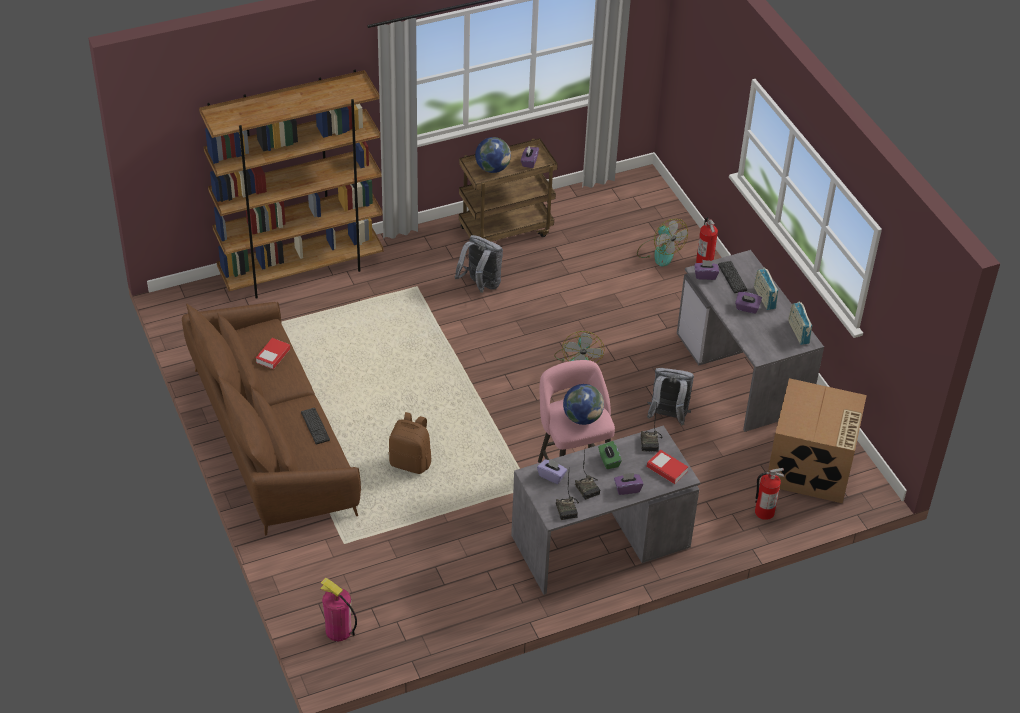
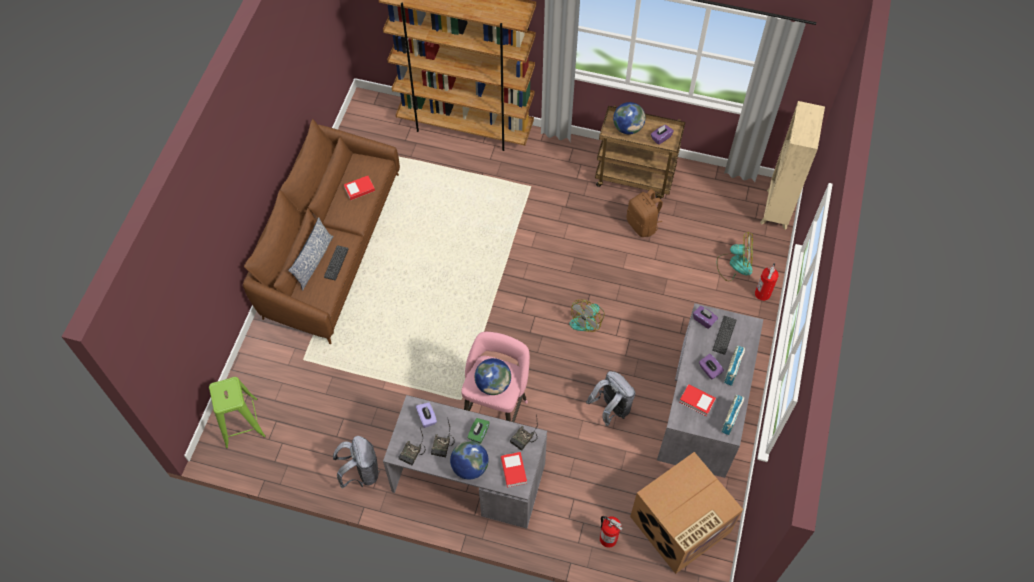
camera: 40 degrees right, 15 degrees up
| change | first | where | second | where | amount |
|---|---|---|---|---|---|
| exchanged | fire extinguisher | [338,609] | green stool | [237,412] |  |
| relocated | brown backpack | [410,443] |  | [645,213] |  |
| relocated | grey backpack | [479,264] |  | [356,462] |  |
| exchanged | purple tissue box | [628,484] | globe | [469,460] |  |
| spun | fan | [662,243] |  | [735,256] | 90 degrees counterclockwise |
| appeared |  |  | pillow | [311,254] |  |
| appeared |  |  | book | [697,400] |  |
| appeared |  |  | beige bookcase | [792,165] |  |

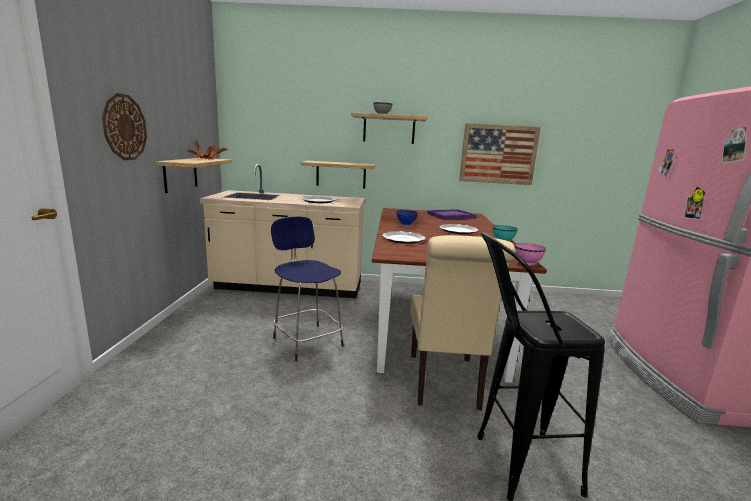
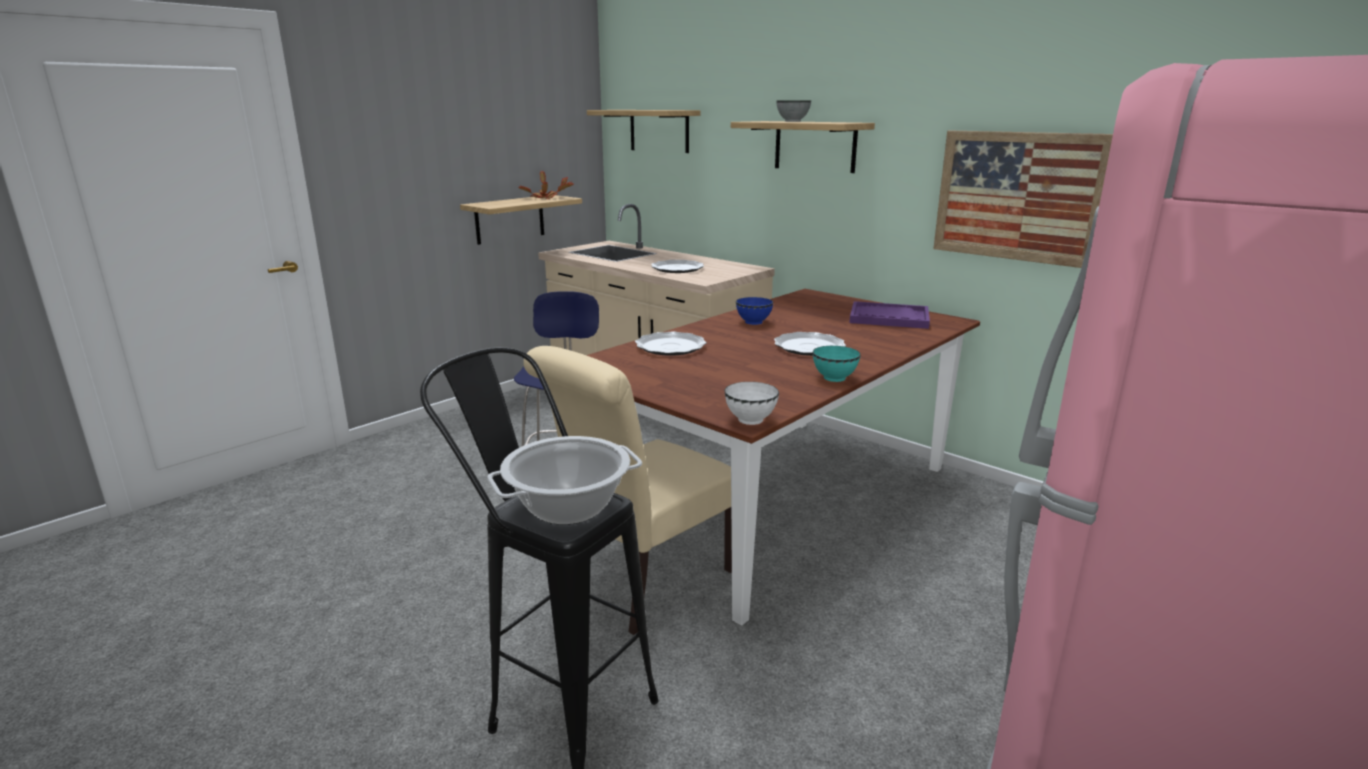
camera: 40 degrees right, 5 degrees up
| change | first | where | second | where | amount |
|---|---|---|---|---|---|
| missing | wall clock | [124,126] |  |  |  |
| relocated | shelf | [338,174] |  | [643,131] |  |
| colour | pink bowl | [530,254] | white bowl | [752,403] |  |
| appeared |  |  | cooking pot | [564,480] |  |

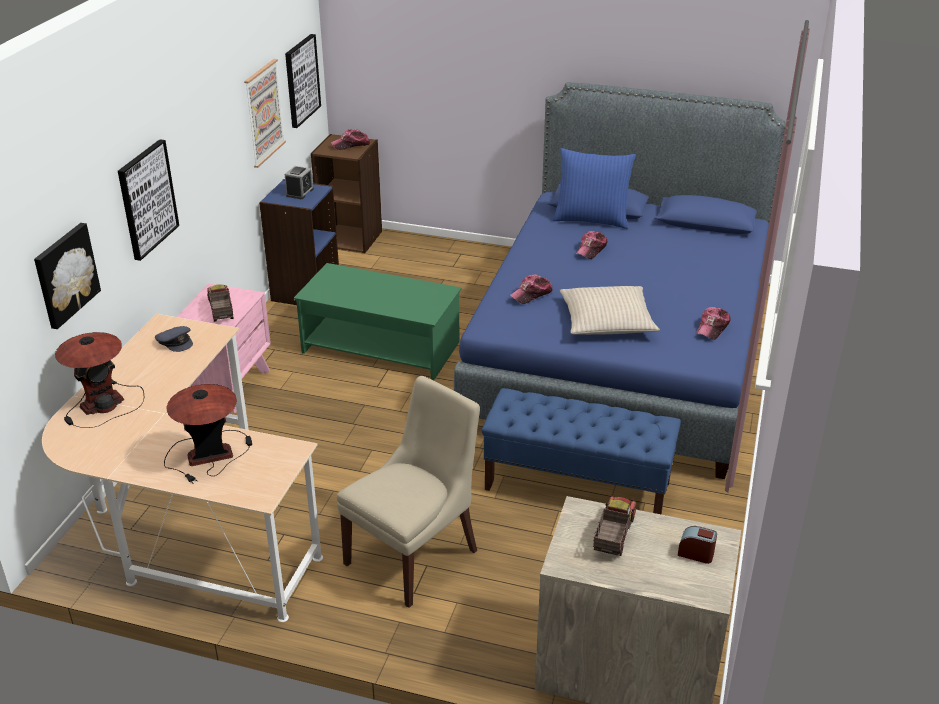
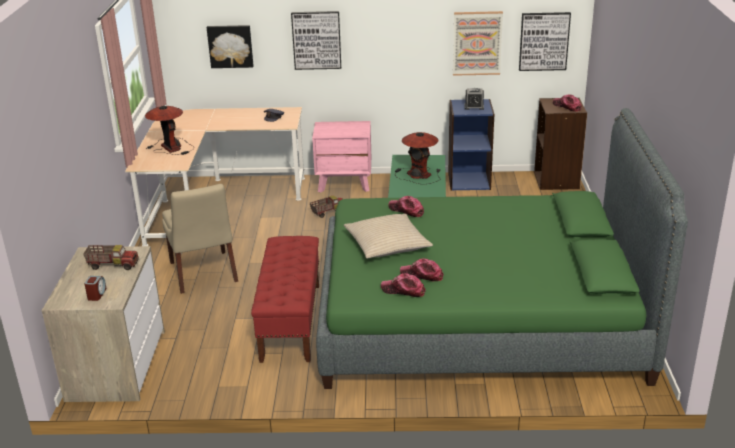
camera: 75 degrees right, 5 degrees down
| change | first | where | second | where | amount |
|---|---|---|---|---|---|
| relocated | table lamp | [99,380] |  | [418,158] |  |
| relocated | toy truck | [220,303] |  | [326,206] |  |
| spun | beige chair | [408,492] |  | [200,239] | 45 degrees clockwise |
| colour | blue bed | [620,280] | green bed | [502,248] |  |
| colour | blue bench | [581,451] | red bench | [285,299] |  |
| missing | blue pillow | [594,188] |  |  |  |
| relocated | cap | [591,245] |  | [422,270] |  |

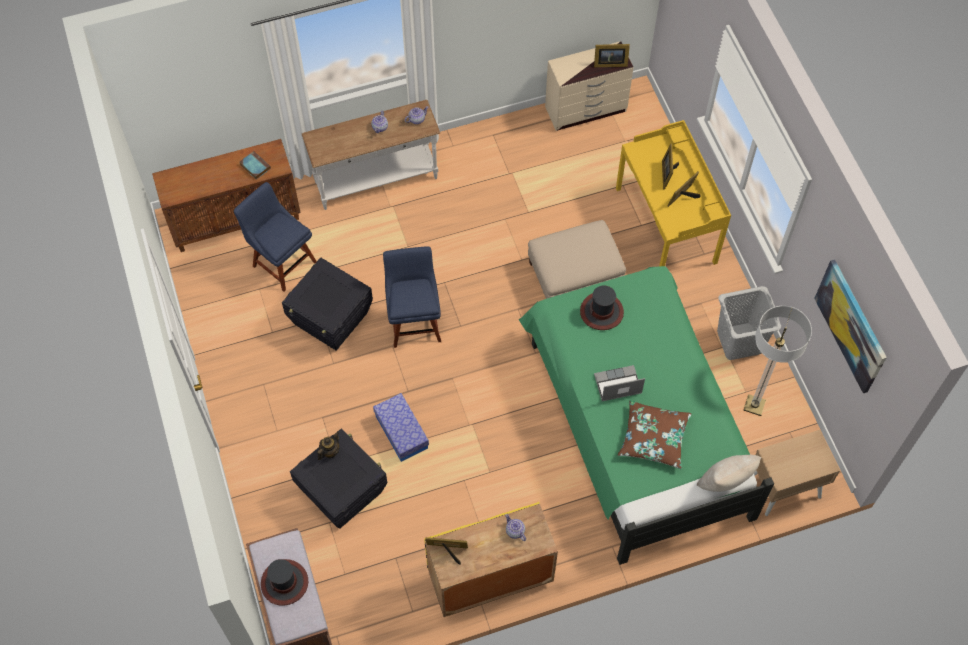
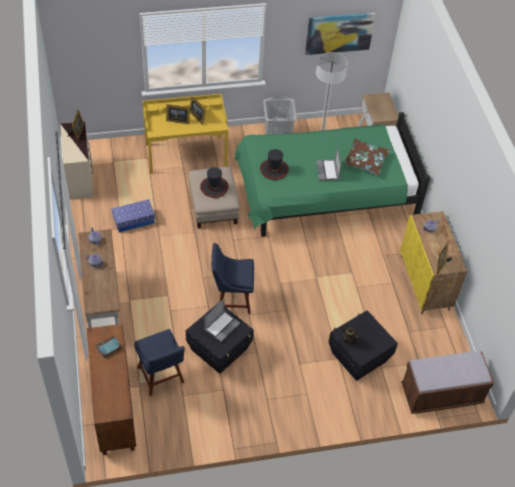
camera: 85 degrees left, 10 degrees down
| change | first | where | second | where | amount |
|---|---|---|---|---|---|
| spun | blue chair | [275,237] |  | [159,362] | 75 degrees counterclockwise |
| relocated | hat | [284,582] |  | [214,182] |  |
| relocated | storage box | [401,427] |  | [133,215] |  |
| missing | beige pillow | [729,473] |  |  |  |
| appeared |  |  | laptop | [222,320] |  |

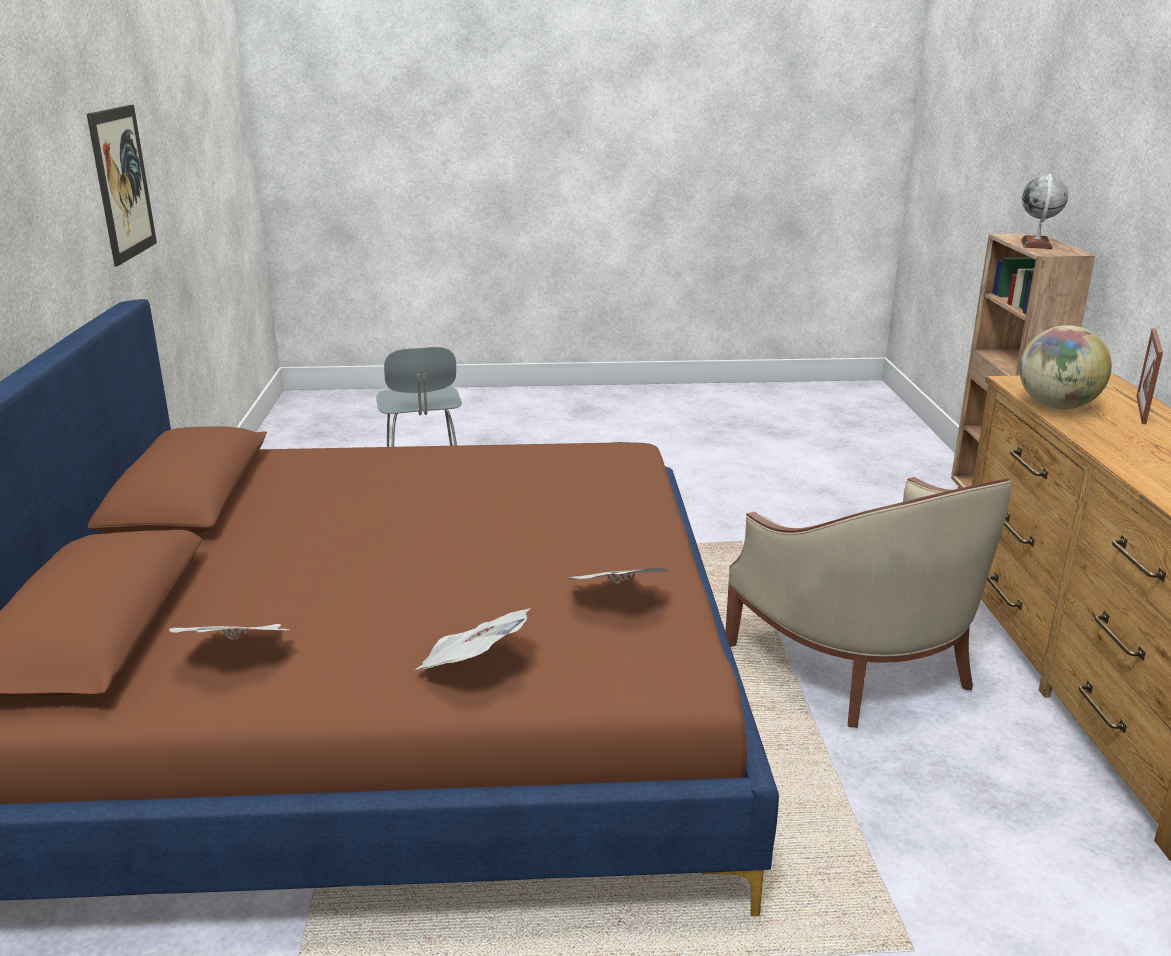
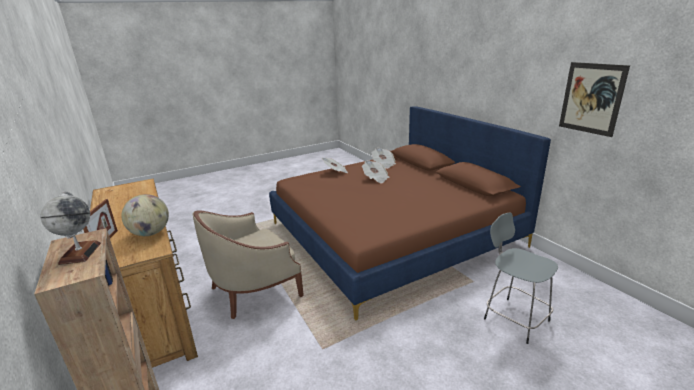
camera: 155 degrees right, 0 degrees up
| change | first | where | second | where | amount |
|---|---|---|---|---|---|
| relocated | newspaper | [618,576] |  | [375,172] |  |
| spun | beige armchair | [868,602] |  | [248,264] | 75 degrees counterclockwise |

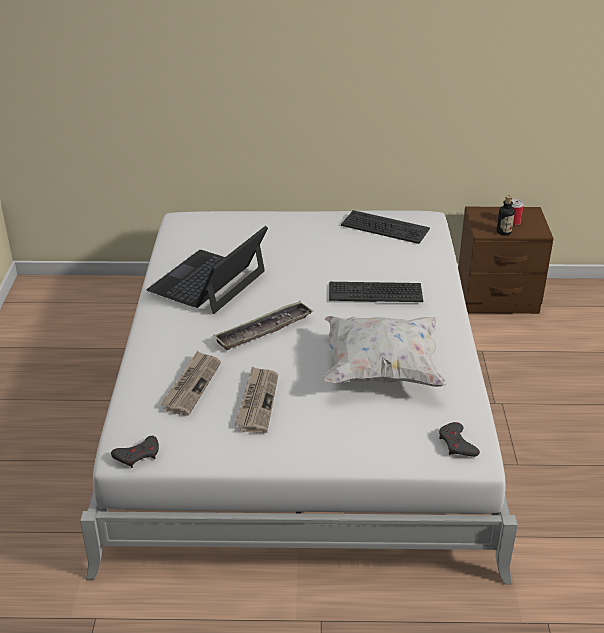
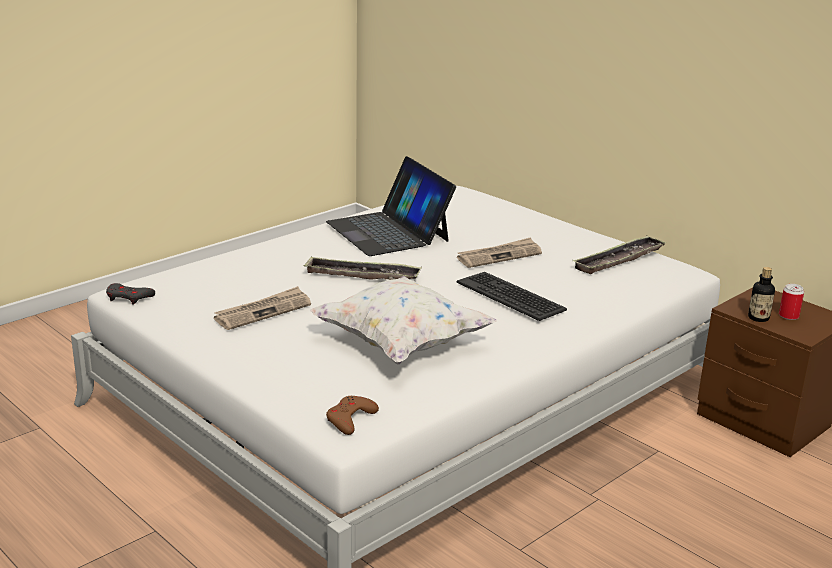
camera: 45 degrees right, 10 degrees down
| change | first | where | second | where | amount |
|---|---|---|---|---|---|
| spun | laptop | [207,270] |  | [391,206] | 105 degrees counterclockwise |
| relocated | newspaper | [190,383] |  | [499,252] |  |
| exchanged | keyboard | [385,227] | tray | [619,254] |  |
| colour | grey game controller | [459,439] | brown game controller | [352,415] |  |

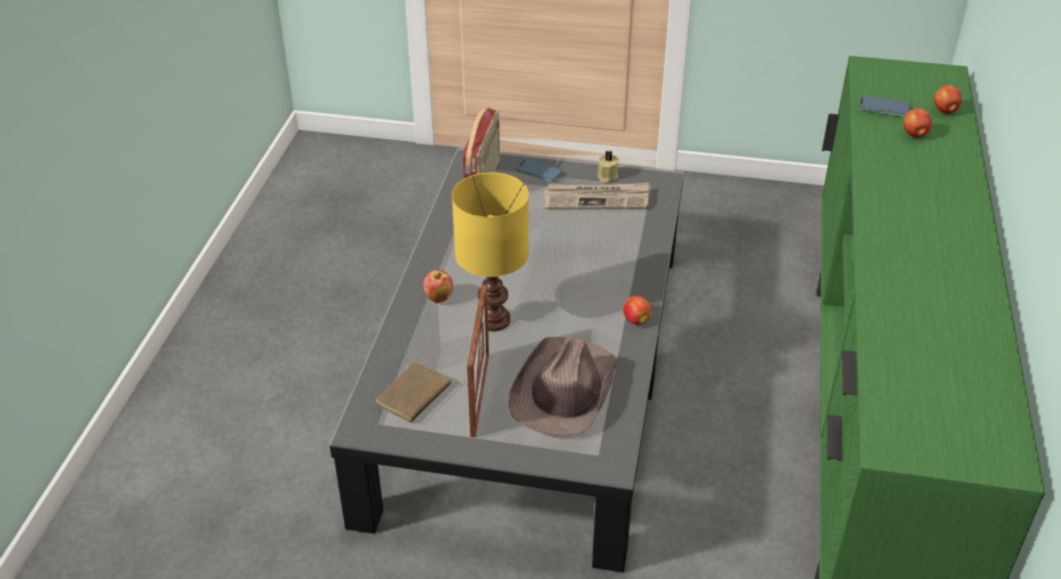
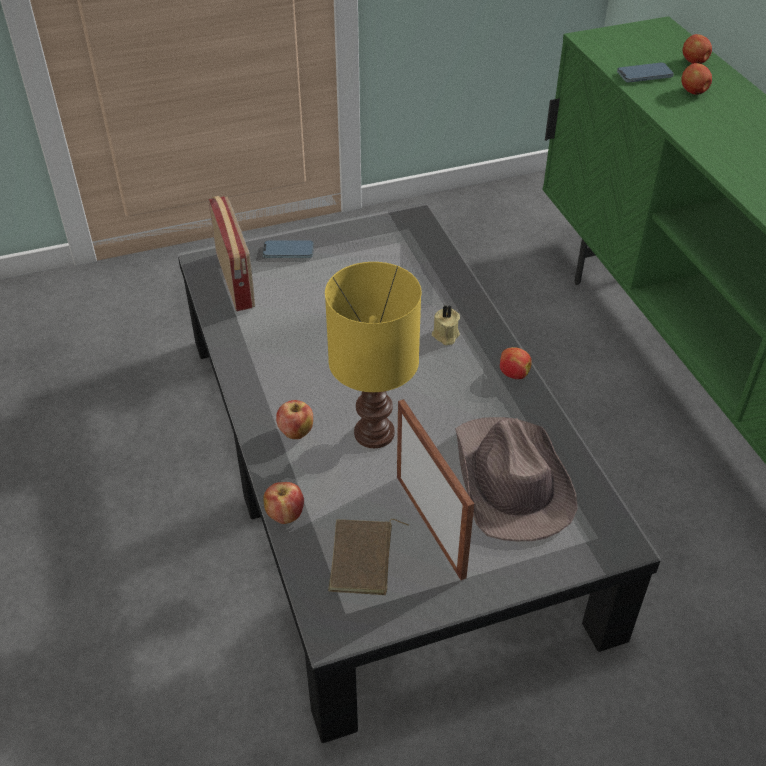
camera: 30 degrees left, 5 degrees up
| change | first | where | second | where | amount |
|---|---|---|---|---|---|
| missing | newspaper | [596,196] |  |  |  |
| relocated | beige candle | [608,167] |  | [446,325] |  |
| appeared |  |  | apple | [283,503] |  |

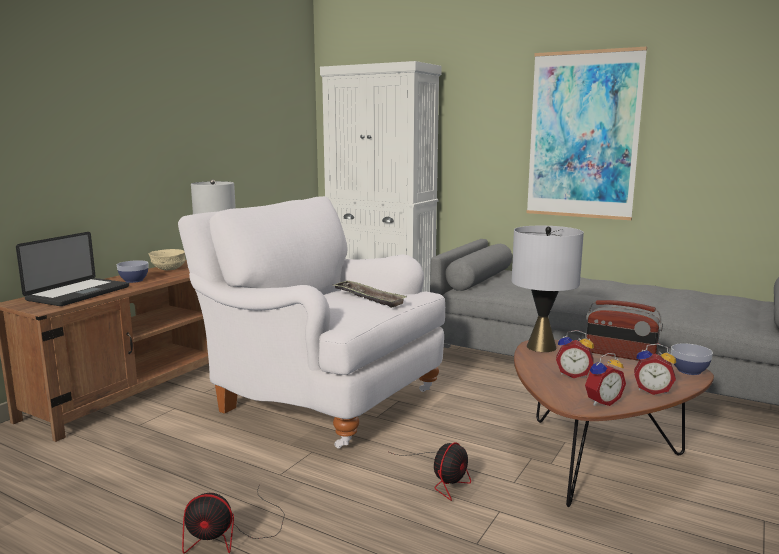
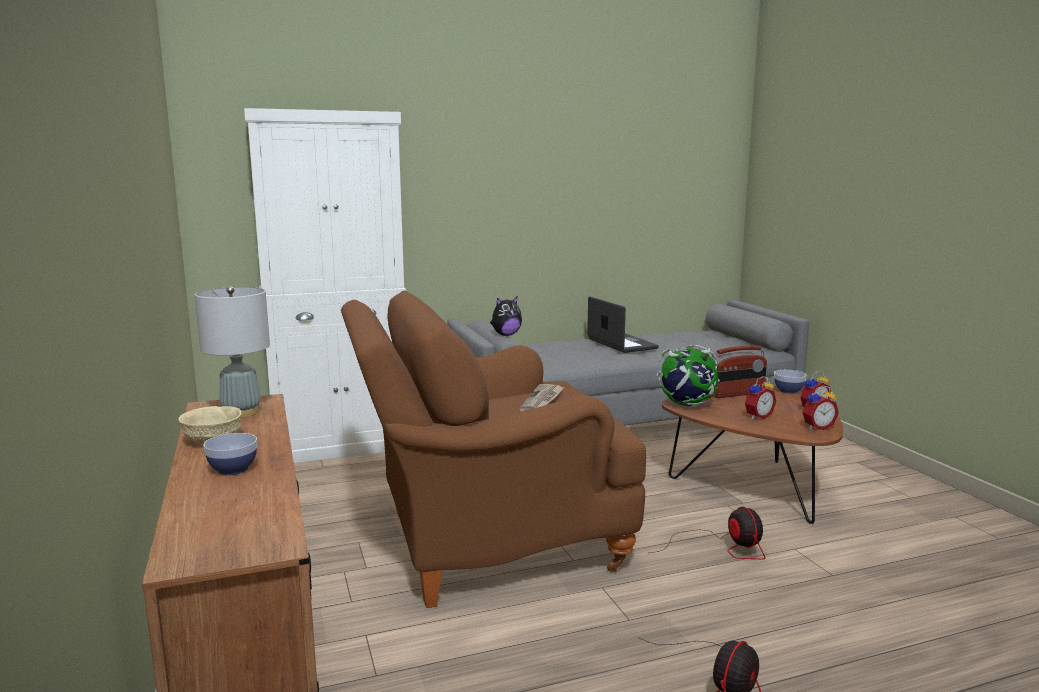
camera: 50 degrees left, 0 degrees up
| change | first | where | second | where | amount |
|---|---|---|---|---|---|
| relocated | laptop | [72,269] |  | [623,324] |  |
| colour | white armchair | [311,322] | brown armchair | [493,449] |  |
| exchanged | tray | [370,294] | newspaper | [542,397] |  |
| exchanged | grey table lamp | [548,289] | globe | [688,376] |  |
| missing | picture | [586,133] |  |  |  |
| spun | alarm clock | [605,379] |  | [820,408] | 60 degrees clockwise |
| appeared |  |  | plush toy | [506,316] |  |

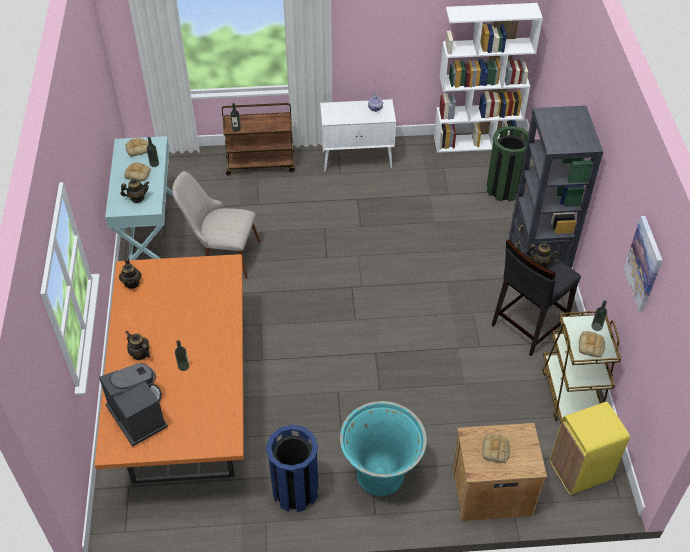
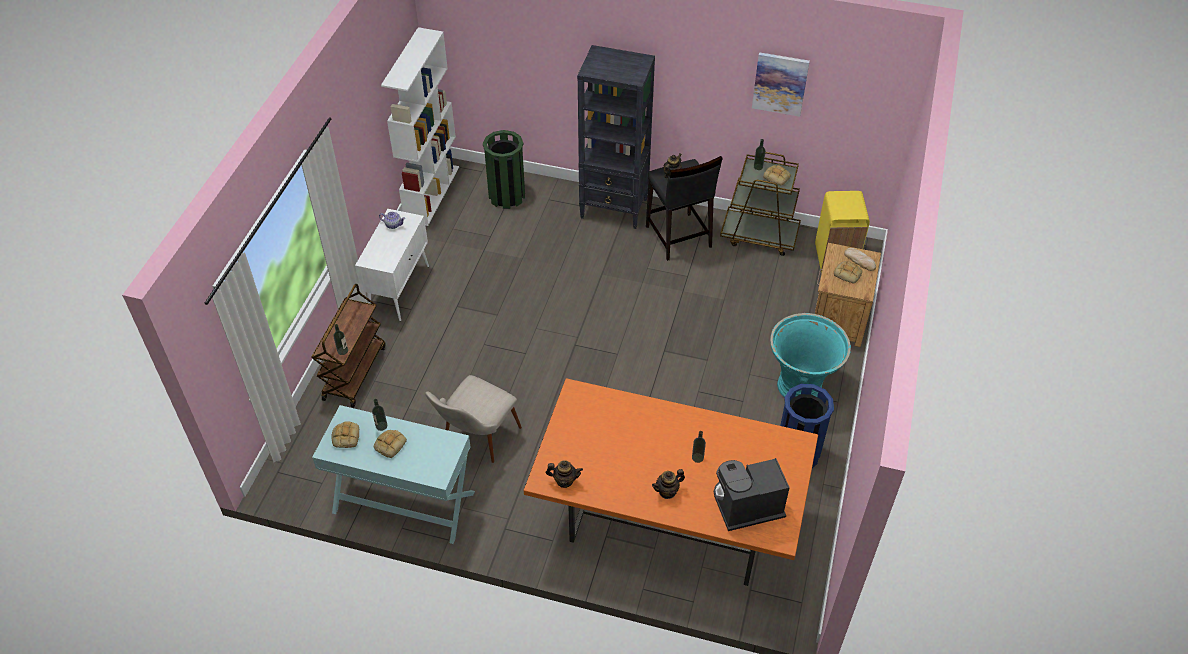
camera: 70 degrees left, 0 degrees up
| change | first | where | second | where | amount |
|---|---|---|---|---|---|
| missing | teapot | [135,190] |  |  |  |
| appeared |  |  | bread | [860,259] |  |

